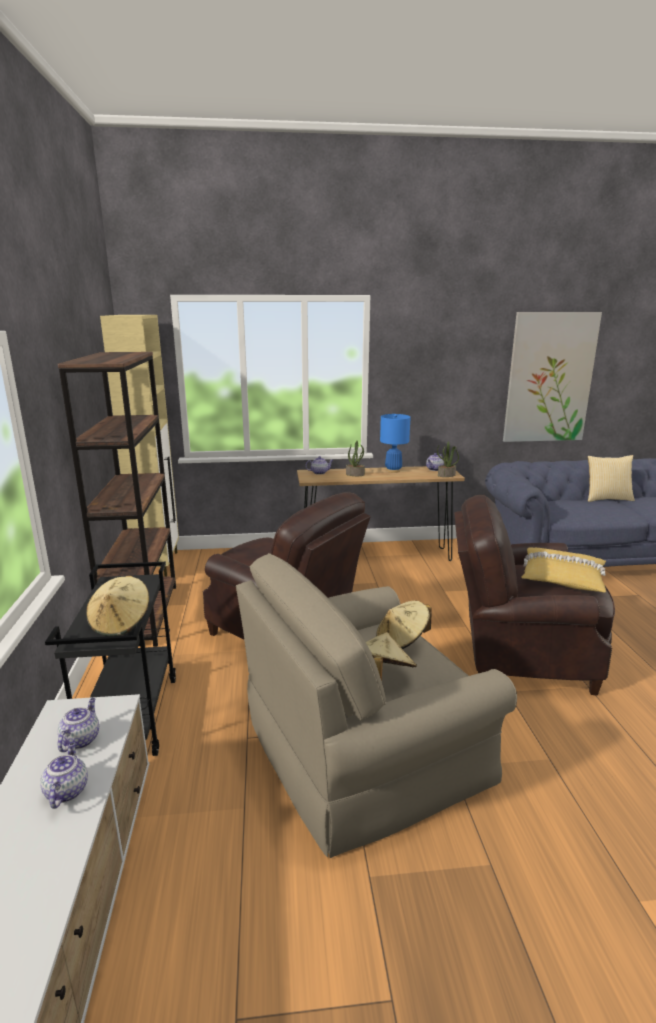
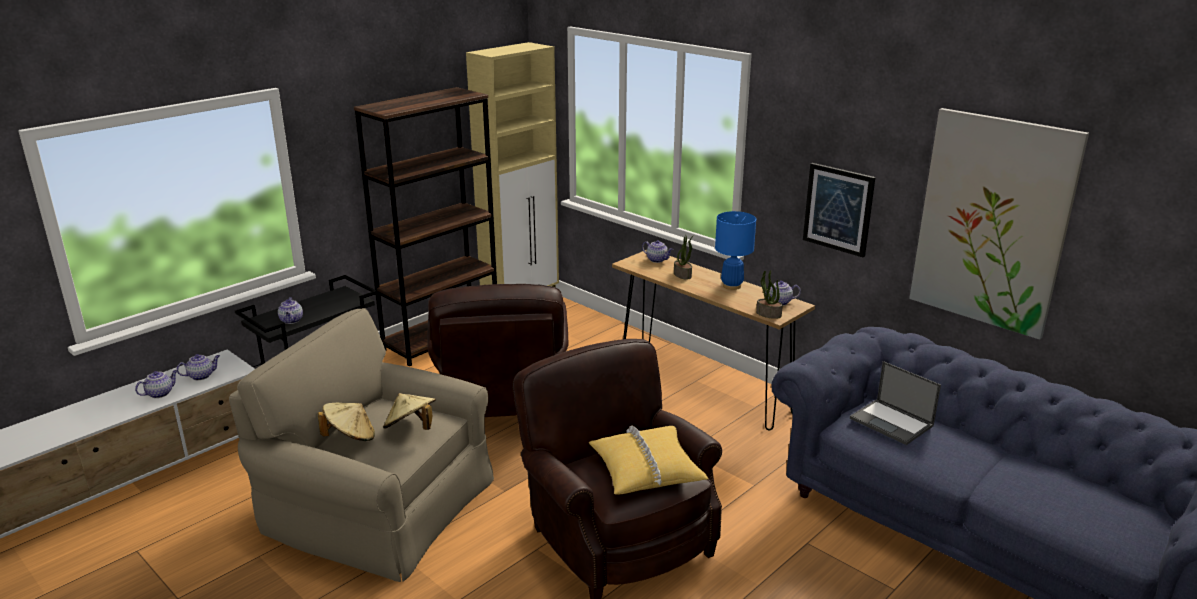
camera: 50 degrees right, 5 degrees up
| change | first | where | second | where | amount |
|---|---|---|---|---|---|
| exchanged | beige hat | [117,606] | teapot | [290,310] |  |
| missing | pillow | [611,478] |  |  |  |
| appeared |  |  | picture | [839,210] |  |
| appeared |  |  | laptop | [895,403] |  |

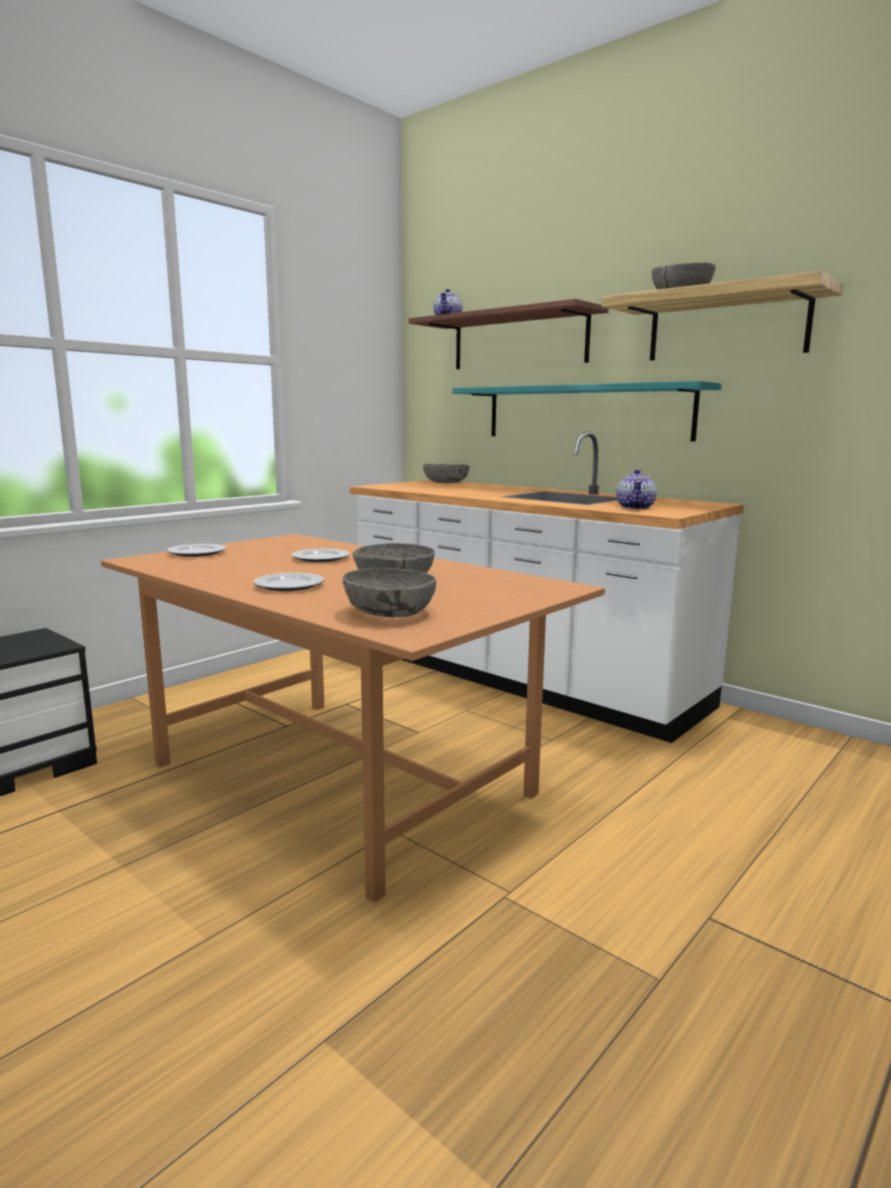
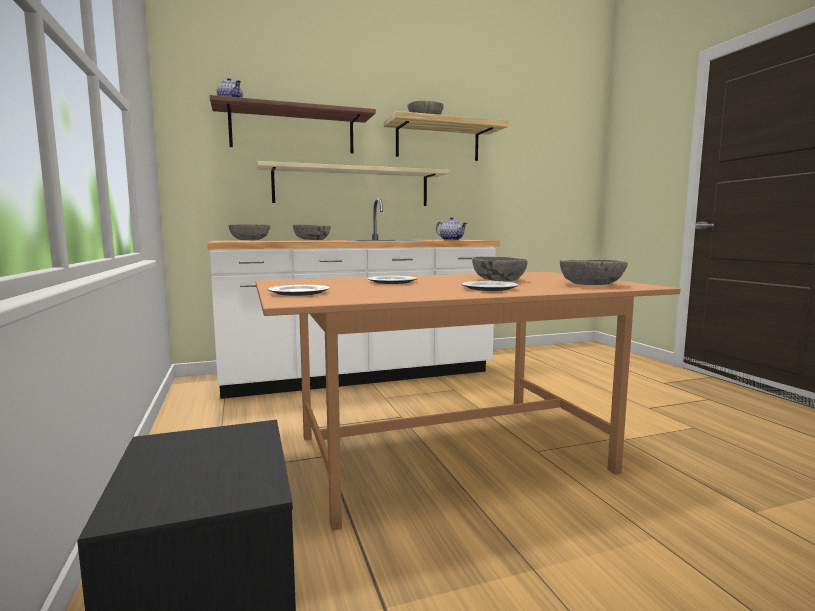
camera: 60 degrees left, 5 degrees down
| change | first | where | second | where | amount |
|---|---|---|---|---|---|
| colour | turquoise shelf | [587,411] | beige shelf | [353,183] |  |
| appeared |  |  | grey bowl | [312,232] |  |

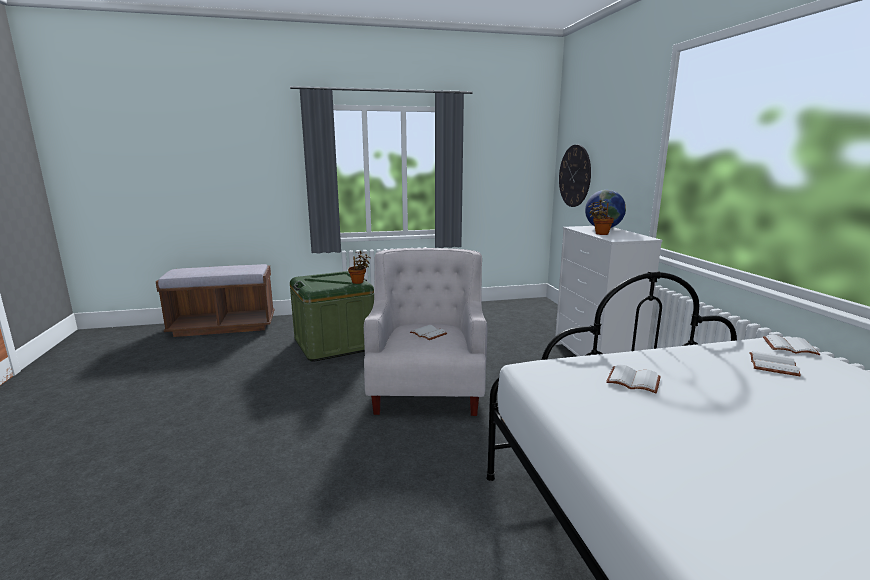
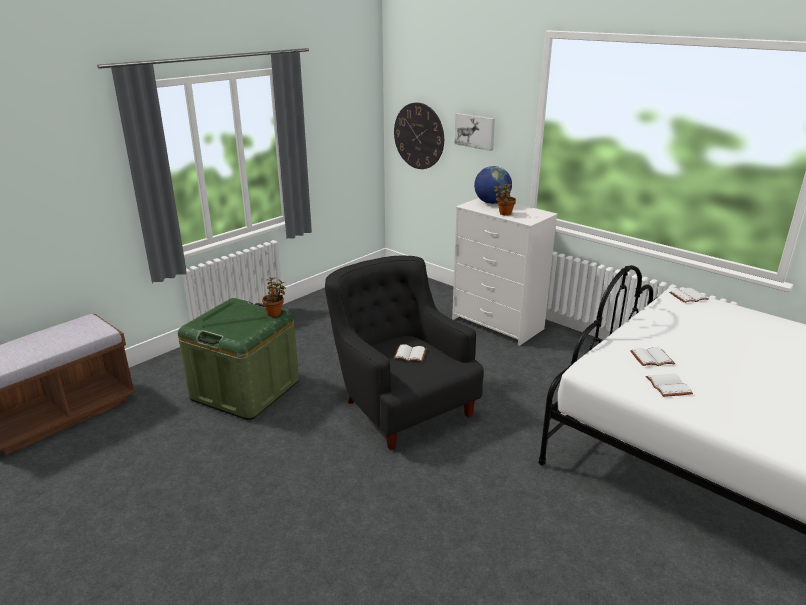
camera: 35 degrees left, 10 degrees up
| change | first | where | second | where | amount |
|---|---|---|---|---|---|
| colour | white armchair | [425,332] | black armchair | [404,353] |  |
| relocated | white book | [775,363] |  | [669,385] |  |
| appeared |  |  | picture | [475,132] |  |

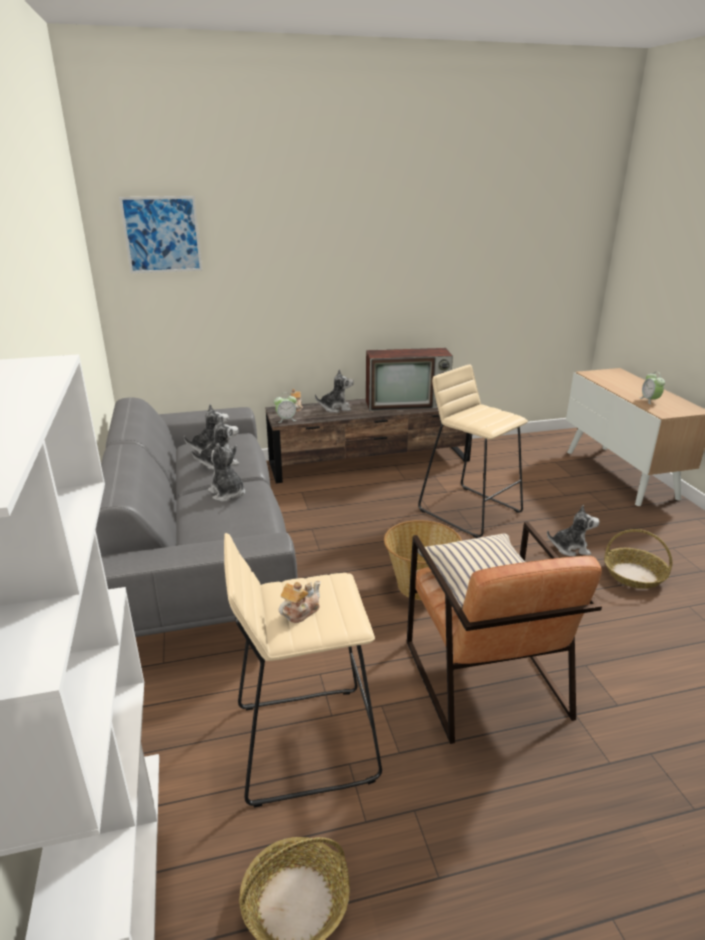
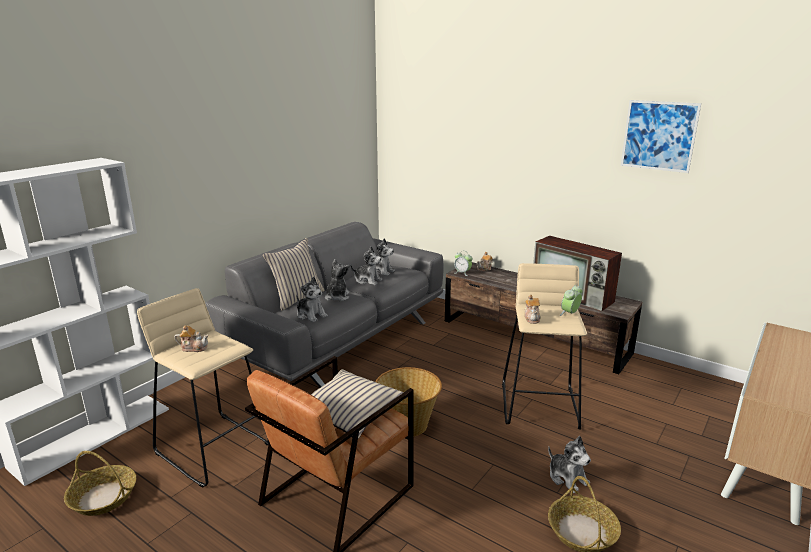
camera: 50 degrees right, 5 degrees down
| change | first | where | second | where | amount |
|---|---|---|---|---|---|
| relocated | picture | [160,234] |  | [661,136] |  |
| relocated | plush toy | [334,391] |  | [312,299] |  |
| relocated | alarm clock | [652,388] |  | [571,300] |  |
| appeared |  |  | beige pillow | [293,274] |  |
| appeared |  |  | teapot | [532,309] |  |

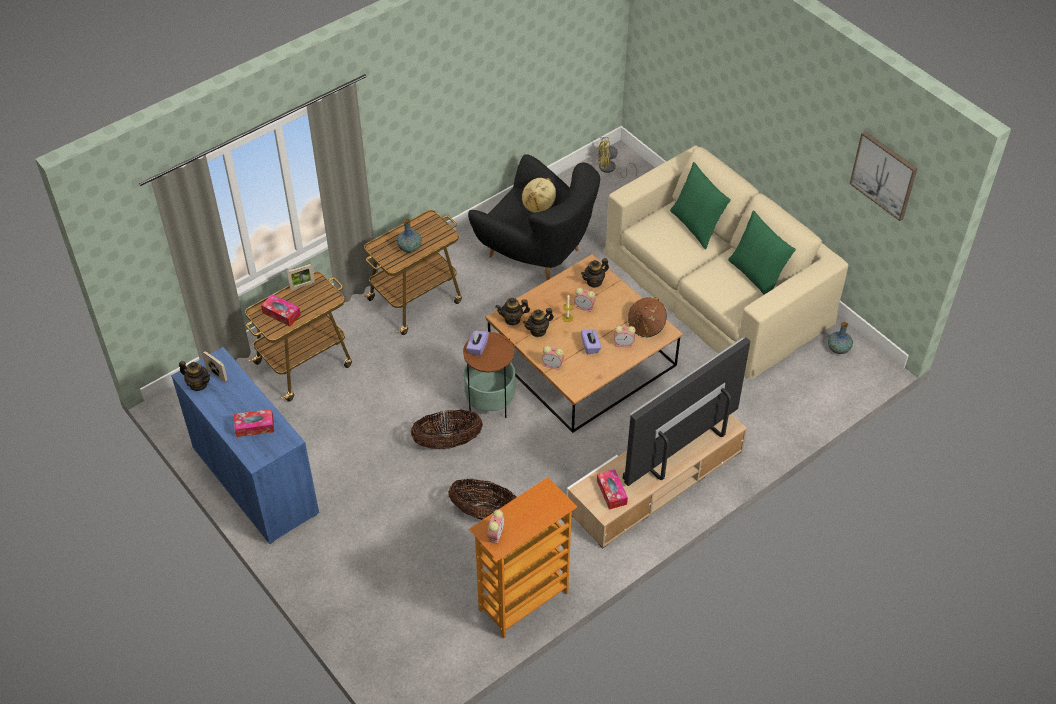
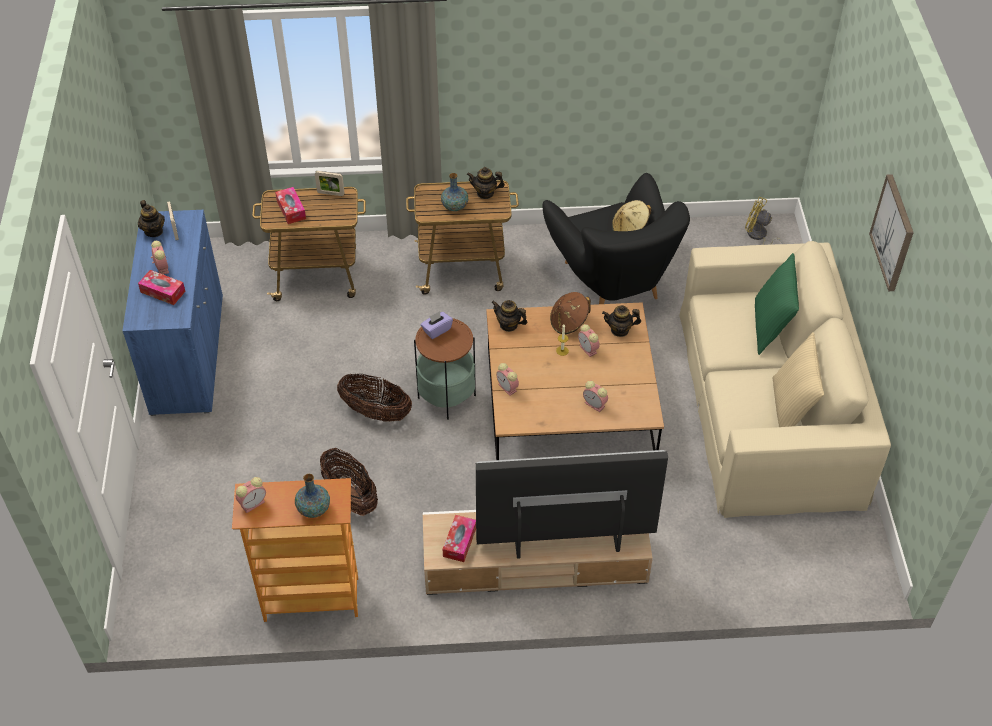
camera: 35 degrees right, 0 degrees up
| change | first | where | second | where | amount |
|---|---|---|---|---|---|
| relocated | teapot | [538,322] |  | [486,183] |  |
| missing | purple tissue box | [591,342] |  |  |  |
| relocated | brown hat | [647,317] |  | [570,313] |  |
| colour | green pillow | [762,252] | beige pillow | [798,379] |  |
| relocated | vase | [840,338] |  | [312,496] |  |
| relocated | picture | [884,176] |  | [891,232] |  |
| appeared |  |  | alarm clock | [160,258] |  |

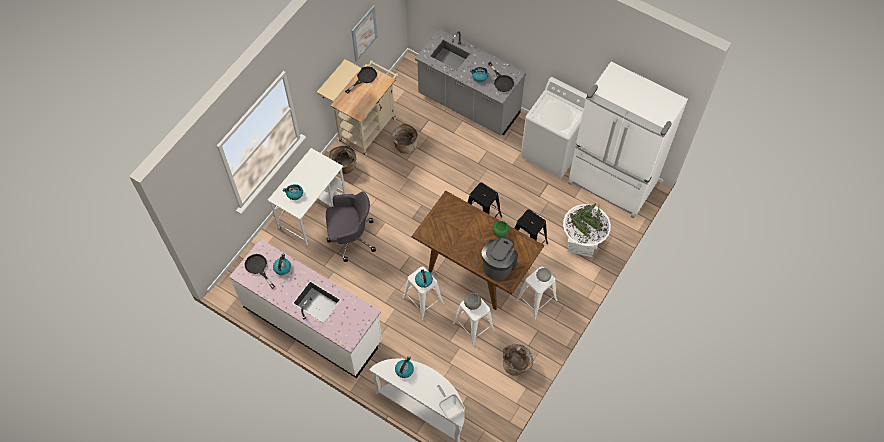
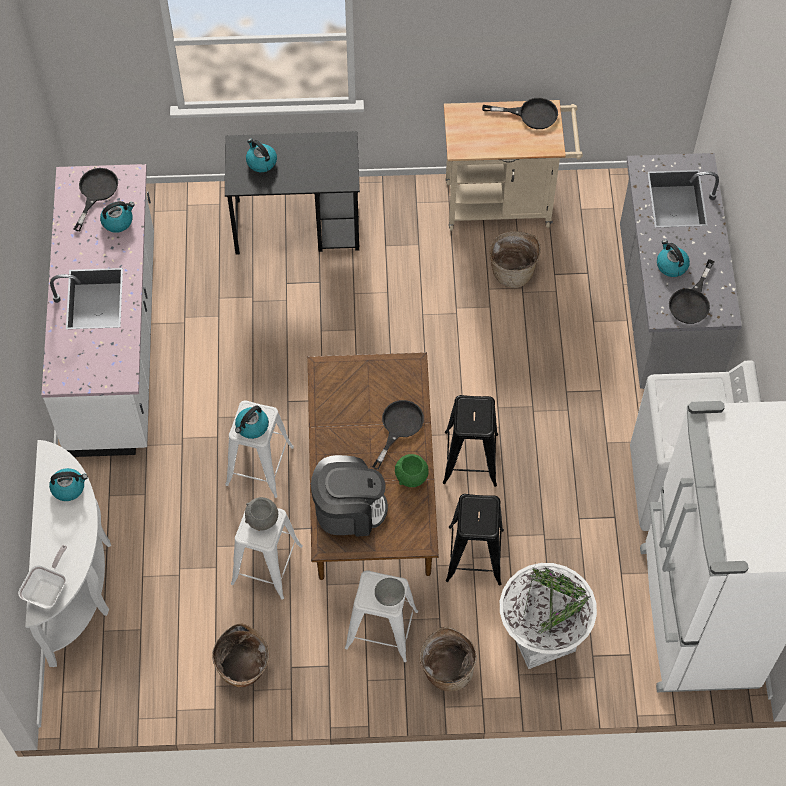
camera: 55 degrees right, 0 degrees up
| change | first | where | second | where | amount |
|---|---|---|---|---|---|
| colour | white desk | [307,197] | black desk | [292,192] |  |
| missing | beige shelf | [339,81] |  |  |  |
| missing | grey office chair | [351,226] |  |  |  |
| relocated | basket | [343,159] |  | [448,659] |  |
| missing | picture | [364,33] |  |  |  |
| appeared |  |  | black frying pan | [398,435] |  |

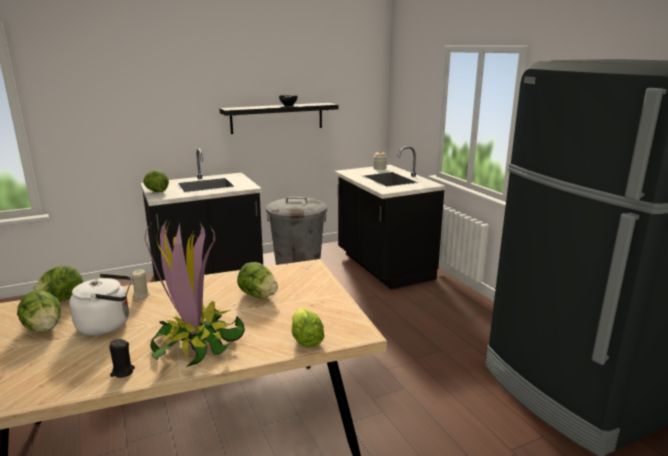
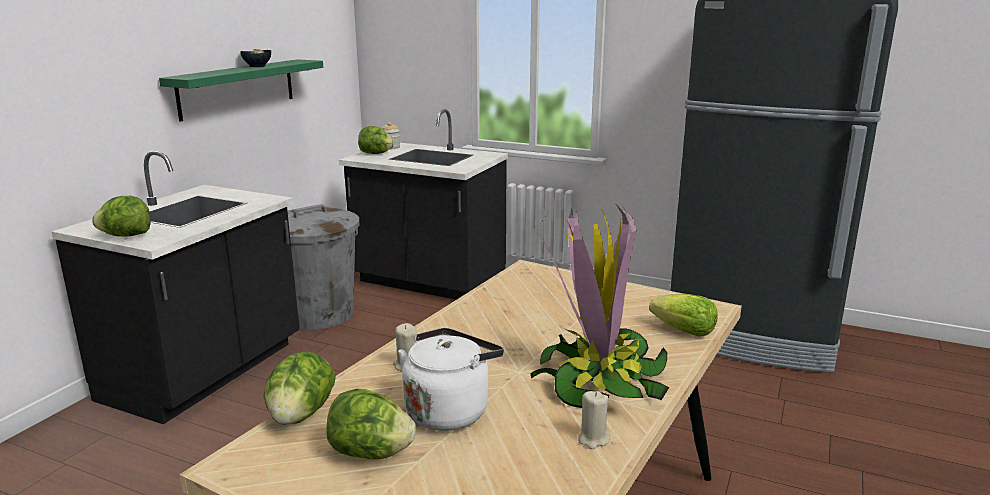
camera: 40 degrees left, 0 degrees up
| change | first | where | second | where | amount |
|---|---|---|---|---|---|
| colour | black candle | [122,358] | beige candle | [594,420] |  |
| colour | black shelf | [279,118] | green shelf | [241,90] |  |
| relocated | lettuce | [257,280] |  | [376,140] |  |

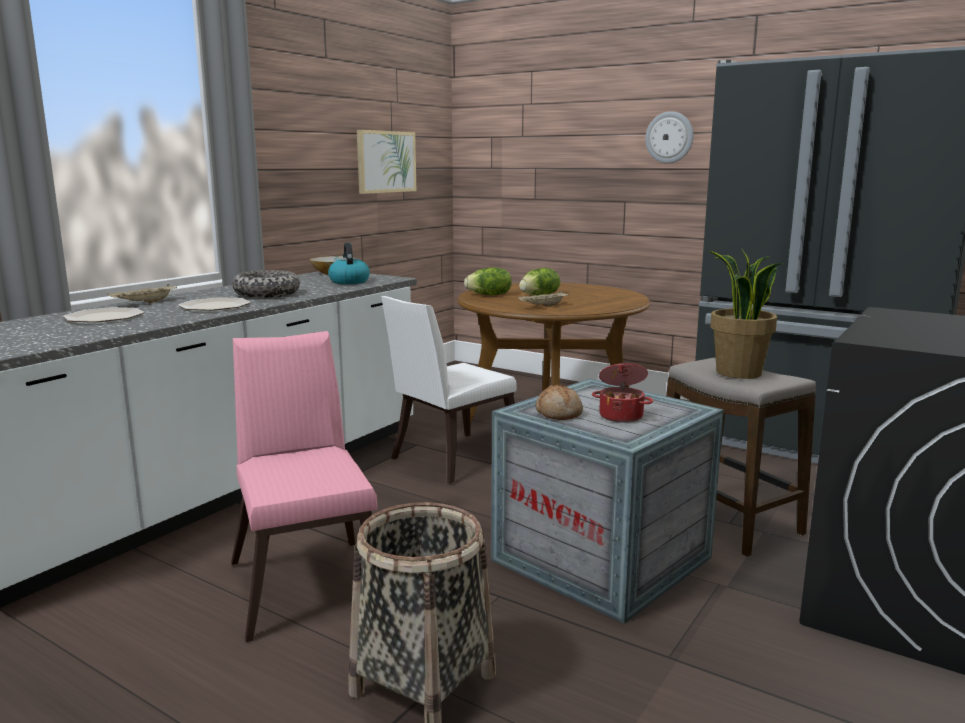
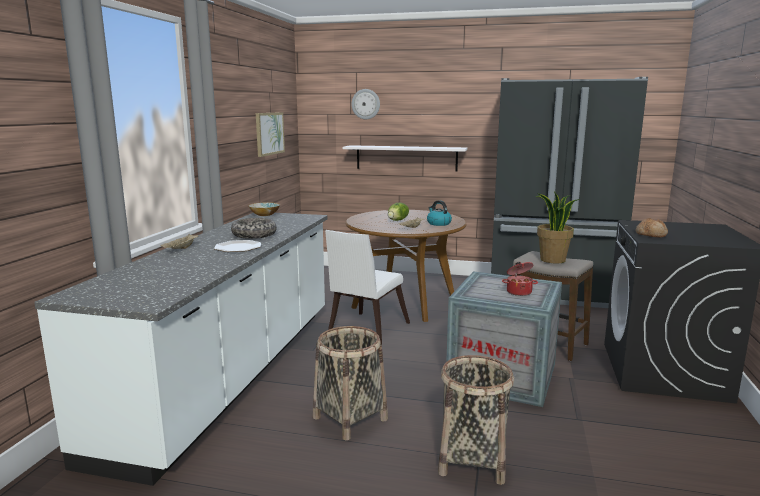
camera: 20 degrees left, 0 degrees up
| change | first | where | second | where | amount |
|---|---|---|---|---|---|
| missing | plate | [103,314] |  |  |  |
| exchanged | pink chair | [304,486] | basket | [350,383] |  |
| relocated | kettle | [349,263] |  | [439,213] |  |
| missing | lettuce | [488,281] |  |  |  |
| relocated | bread | [559,402] |  | [652,227] |  |
| relocated | wall clock | [669,137] |  | [366,104] |  |
| appeared |  |  | white shelf | [405,158] |  |

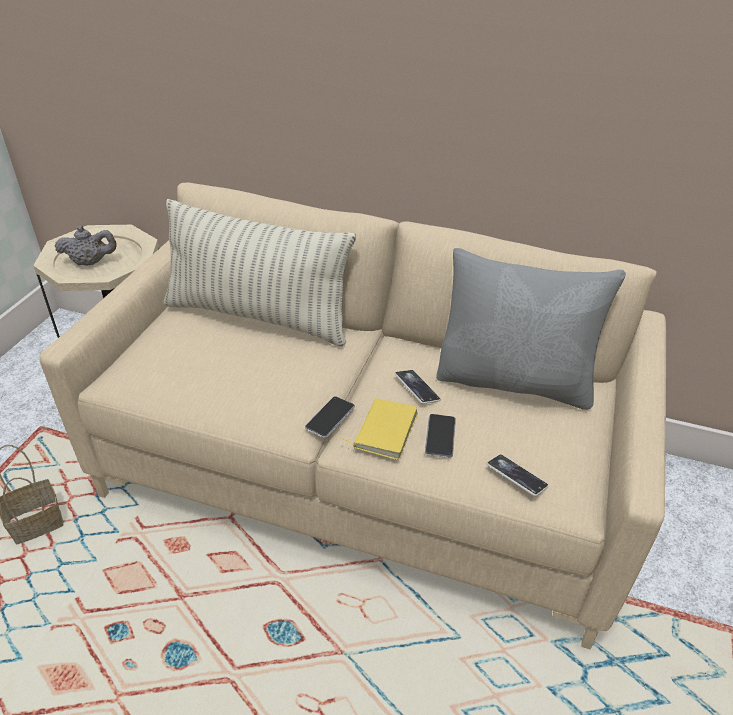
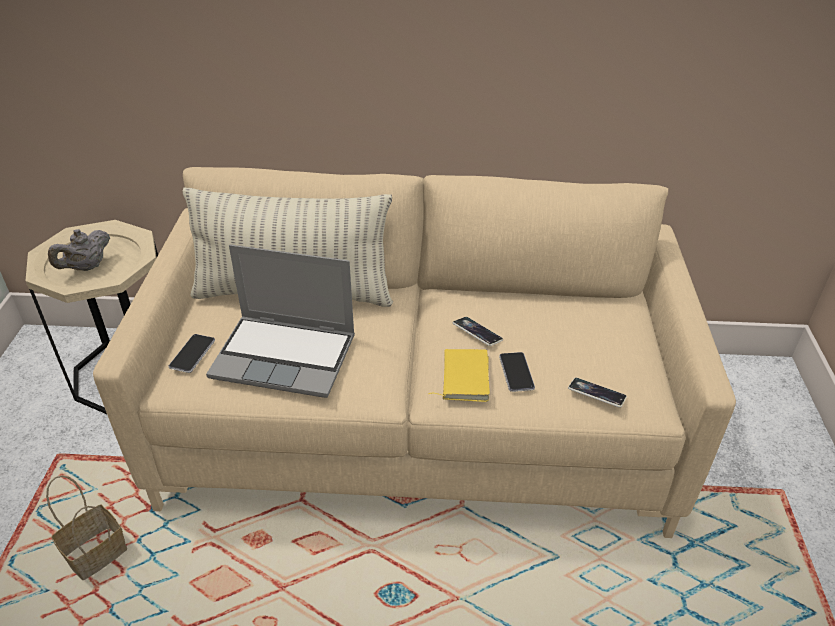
camera: 15 degrees left, 0 degrees up
| change | first | where | second | where | amount |
|---|---|---|---|---|---|
| spun | grey teapot | [86,245] |  | [79,250] | 150 degrees clockwise |
| relocated | phone | [330,417] |  | [192,353] |  |
| missing | grey pillow | [531,329] |  |  |  |
| appeared |  |  | laptop | [280,321] |  |

